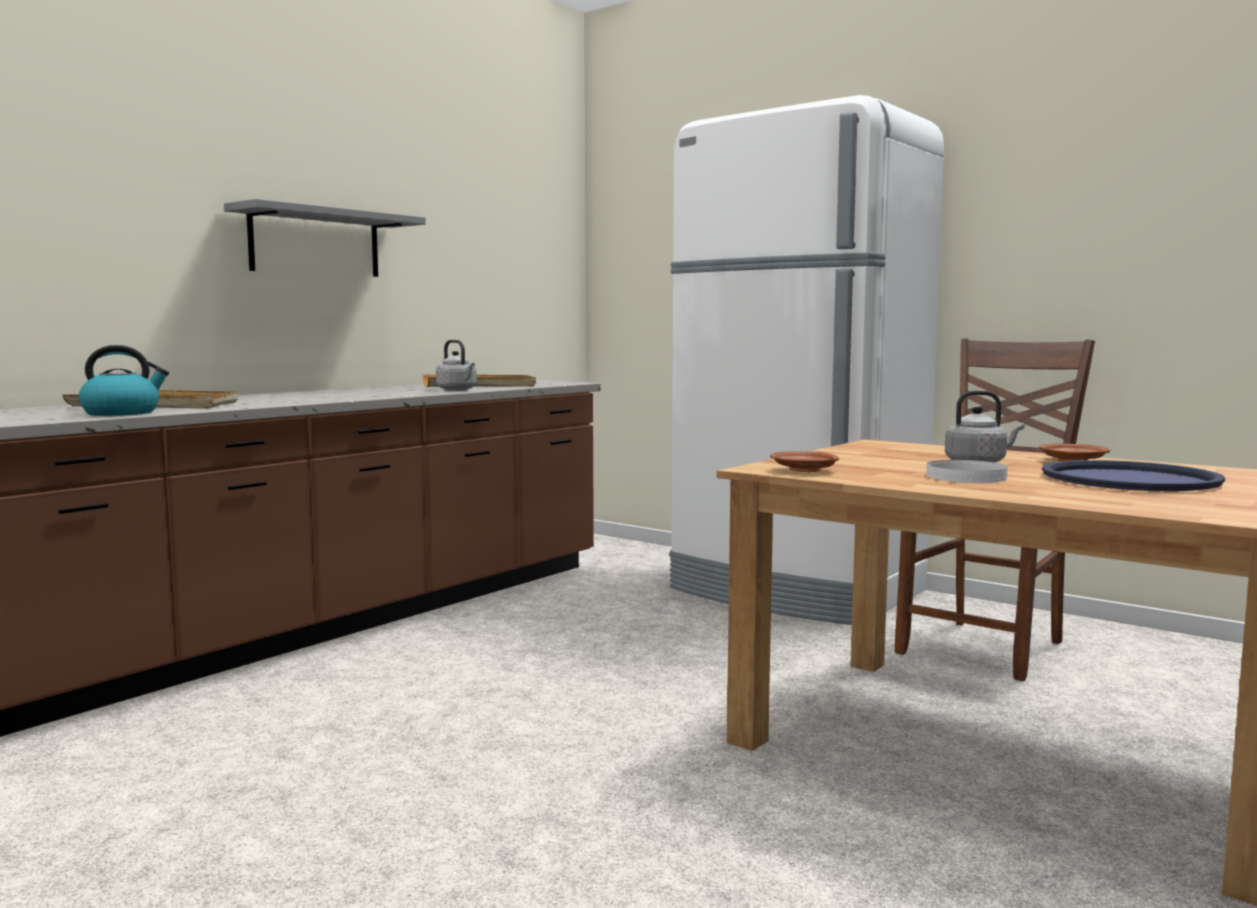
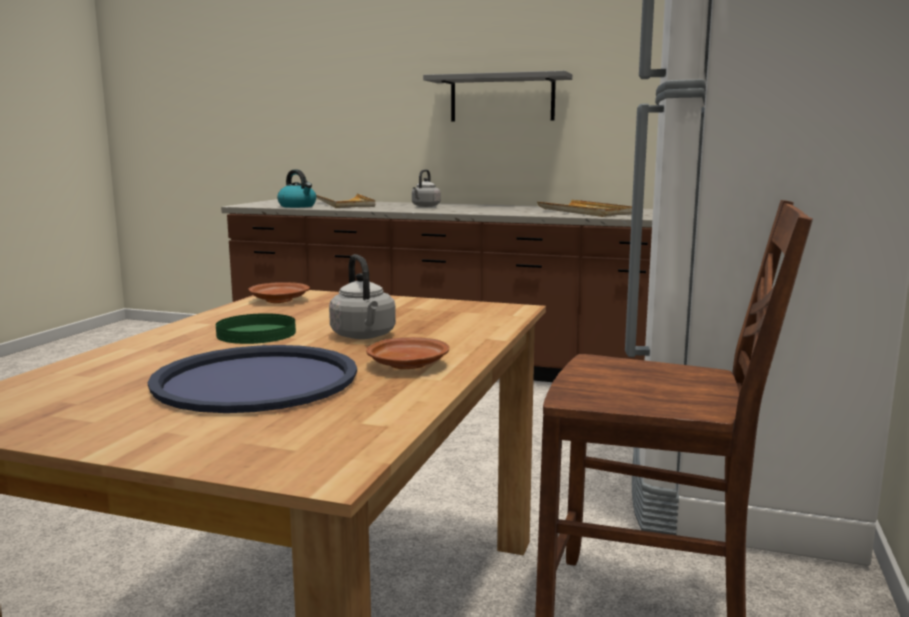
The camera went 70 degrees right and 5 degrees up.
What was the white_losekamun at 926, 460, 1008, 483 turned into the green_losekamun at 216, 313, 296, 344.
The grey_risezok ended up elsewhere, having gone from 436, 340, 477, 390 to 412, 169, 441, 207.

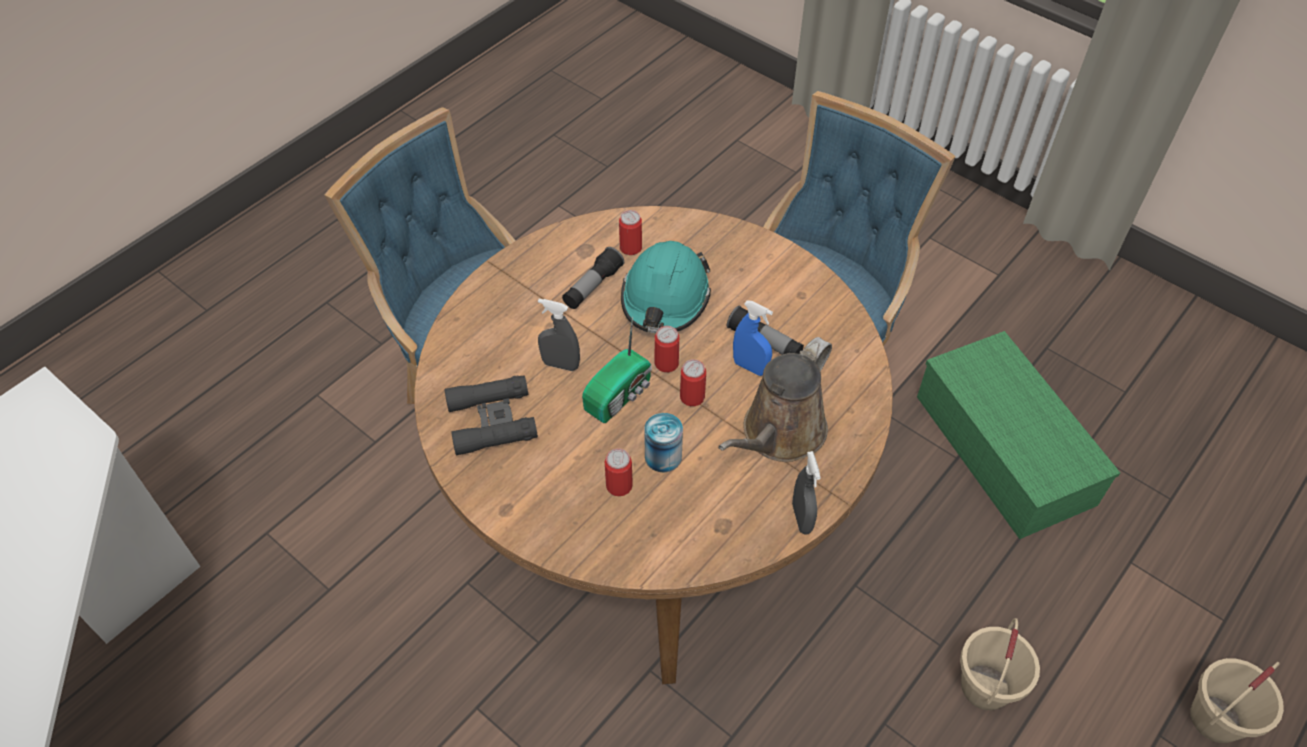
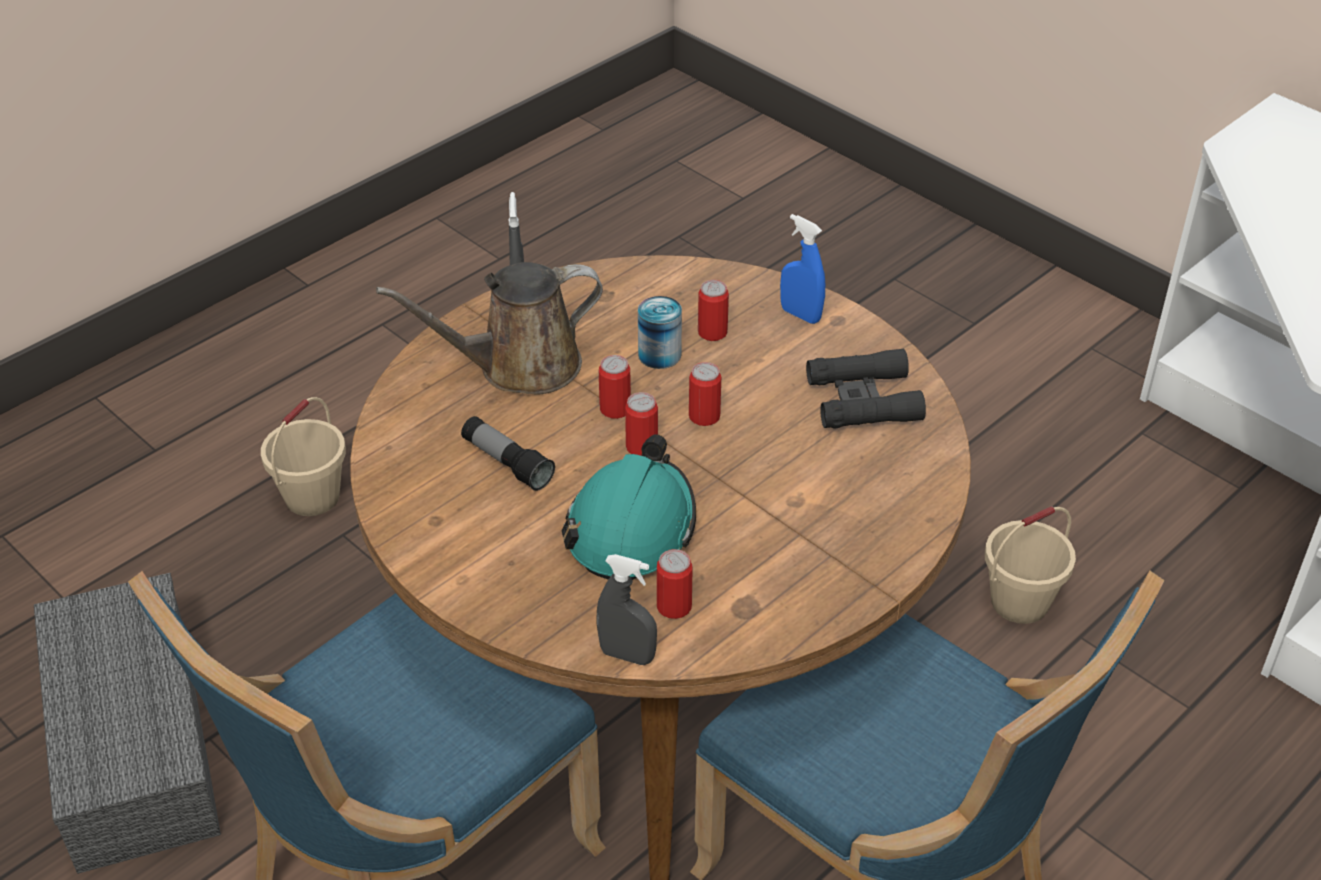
The camera went 175 degrees left and 10 degrees down.
What was the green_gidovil at 917, 331, 1120, 539 turned into the grey_gidovil at 34, 573, 221, 874.
The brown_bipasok at 718, 337, 832, 462 ended up facing another way, 150 degrees counterclockwise from before.
The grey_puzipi ended up elsewhere, having gone from 538, 299, 580, 371 to 596, 554, 657, 665.
Where the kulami stood at 582, 316, 652, 423, the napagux came to stand at 689, 362, 721, 426.
The blue_puzipi ended up elsewhere, having gone from 733, 301, 773, 376 to 780, 214, 825, 324.
The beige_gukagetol ended up elsewhere, having gone from 1190, 658, 1284, 743 to 985, 506, 1076, 624.
The second view lost the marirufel at 562, 247, 624, 309.

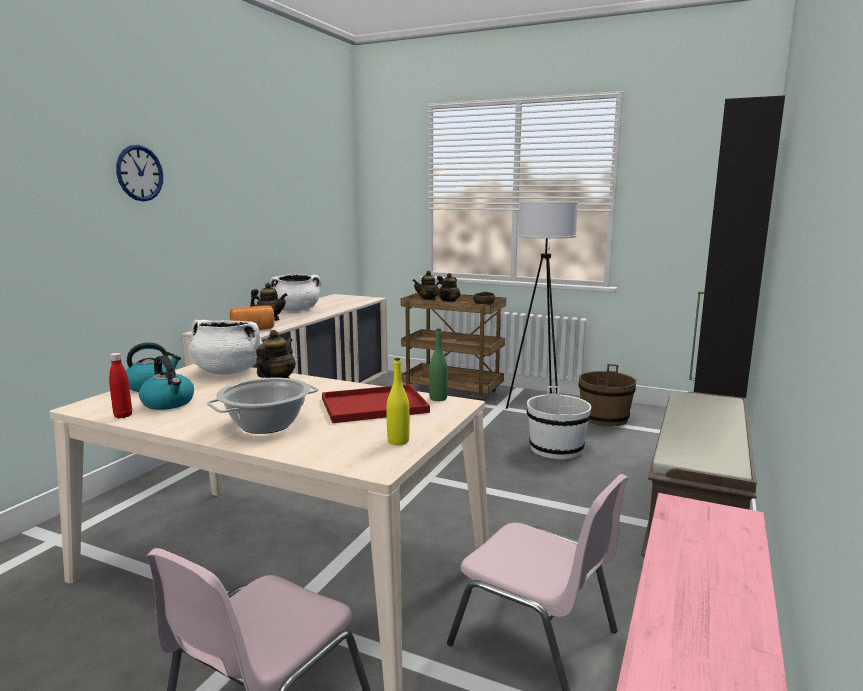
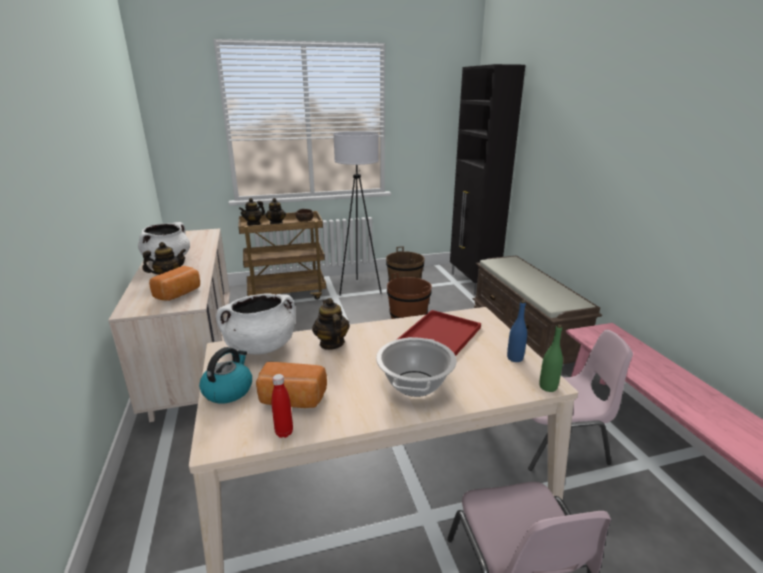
The camera went 40 degrees left and 10 degrees up.
Where the risezok stood at 139, 355, 194, 410, the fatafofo came to stand at 256, 362, 327, 408.
What was the white_gukagetol at 527, 386, 591, 459 turned into the brown_gukagetol at 387, 272, 432, 319.
What was the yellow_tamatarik at 386, 358, 410, 445 turned into the blue_tamatarik at 507, 300, 527, 362.
The green_tamatarik ended up elsewhere, having gone from 429, 329, 448, 401 to 539, 324, 563, 392.
The second view lost the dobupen at 116, 145, 163, 201.

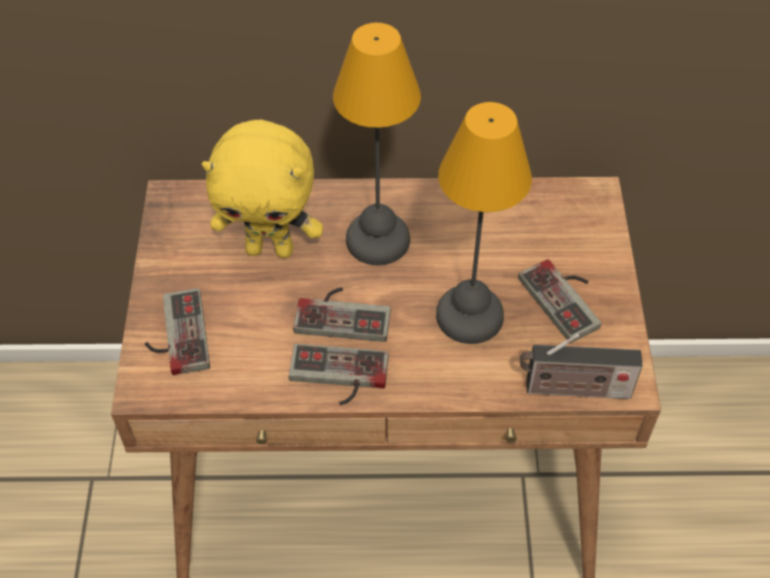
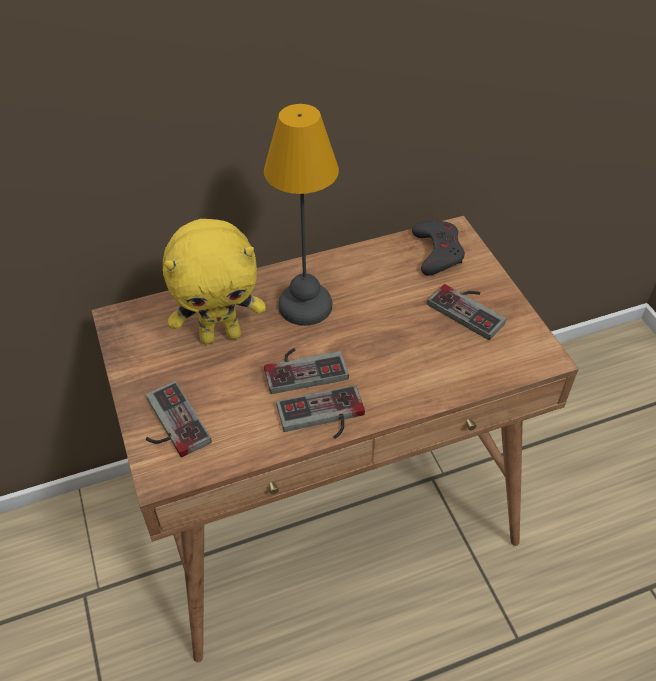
The camera went 20 degrees left and 5 degrees down.
The second view gained the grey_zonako at 412, 220, 465, 275.
The second view lost the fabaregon at 436, 102, 532, 344.
The second view lost the kulami at 520, 334, 642, 399.

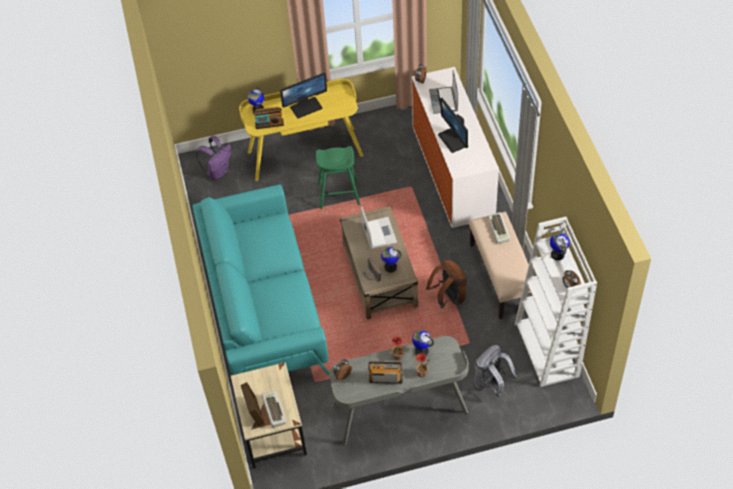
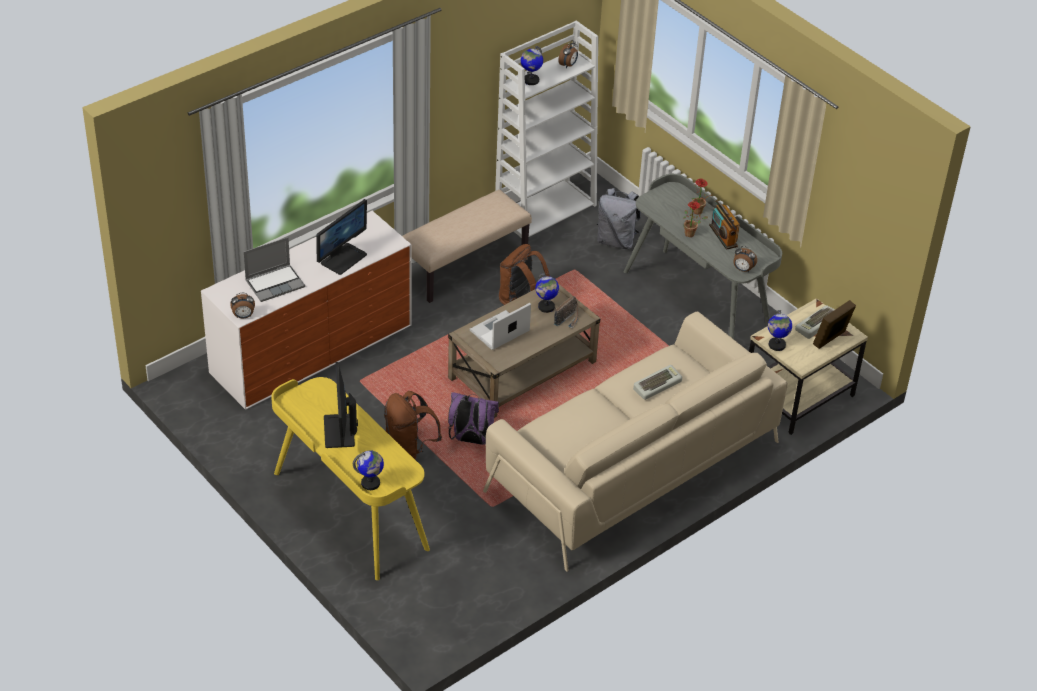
The camera went 120 degrees left and 10 degrees down.
The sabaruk at 280, 72, 327, 118 ended up facing another way, 135 degrees counterclockwise from before.
Where the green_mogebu stood at 316, 146, 360, 209, the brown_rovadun came to stand at 384, 391, 442, 460.
The purple_rovadun ended up elsewhere, having gone from 196, 136, 231, 180 to 448, 392, 499, 445.
What was the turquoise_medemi at 193, 184, 330, 376 turned into the beige_medemi at 483, 312, 788, 572.
The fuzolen ended up elsewhere, having gone from 488, 212, 510, 244 to 633, 365, 682, 400.
The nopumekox ended up elsewhere, having gone from 412, 330, 434, 355 to 768, 310, 792, 351.
The second view lost the kulami at 253, 107, 284, 129.

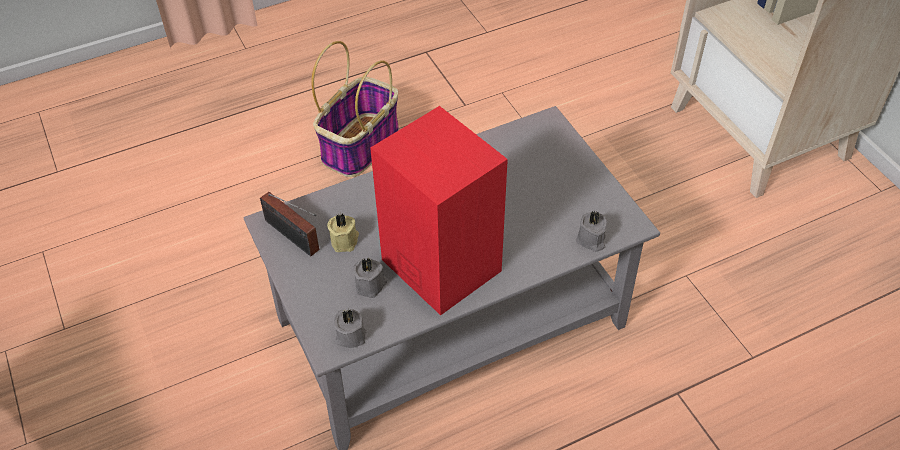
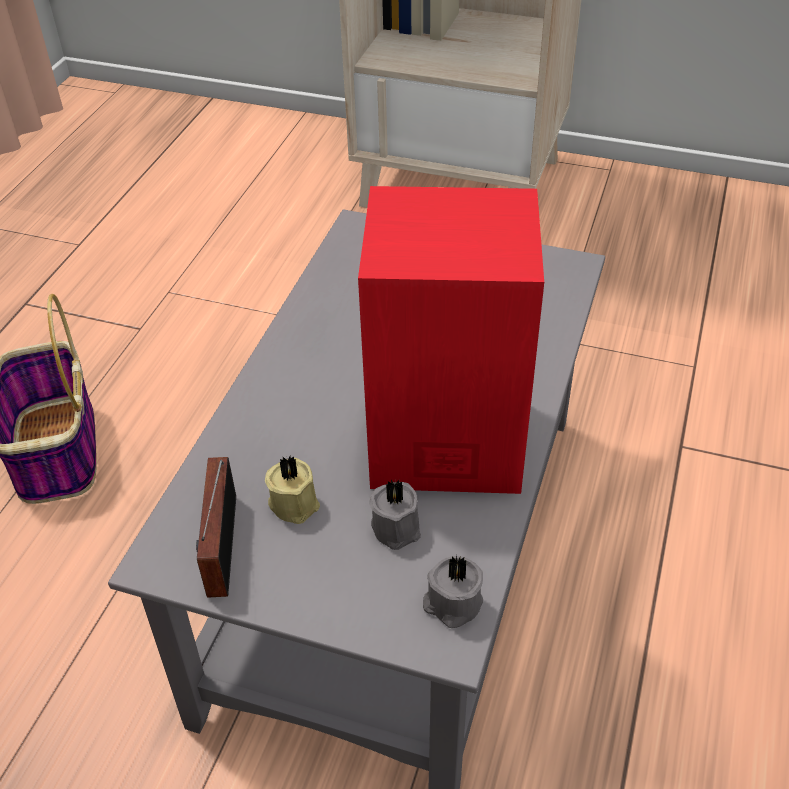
The camera went 45 degrees left and 5 degrees down.
The kulami at 260, 192, 319, 256 ended up facing another way, 90 degrees clockwise from before.
The second view lost the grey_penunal at 576, 211, 608, 252.

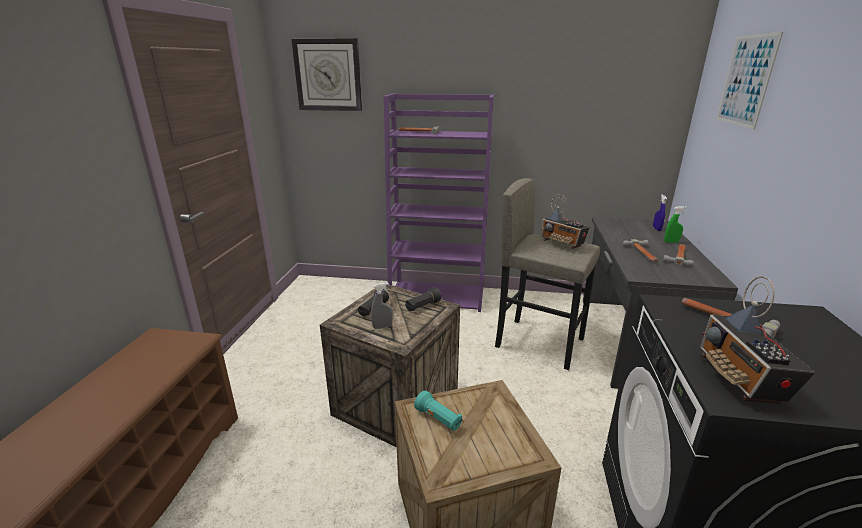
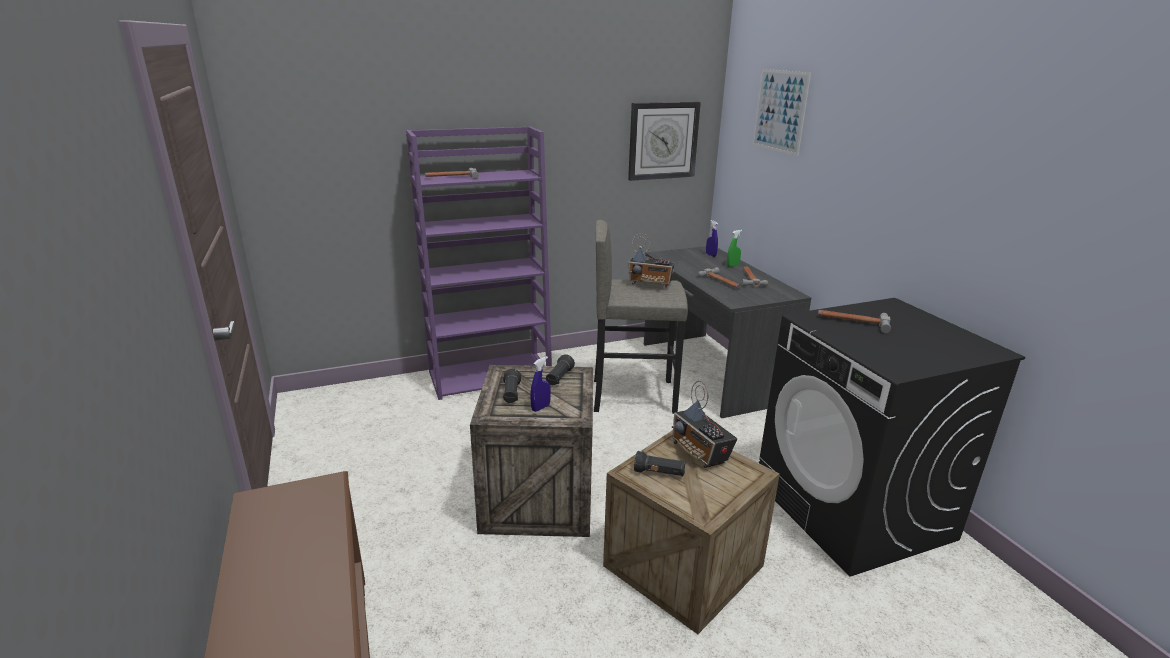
The camera went 30 degrees left and 0 degrees up.
What was the grey_puzipi at 371, 283, 393, 329 turned into the blue_puzipi at 530, 356, 551, 412.
The dobupen ended up elsewhere, having gone from 291, 38, 362, 111 to 628, 102, 701, 181.
What was the turquoise_marirufel at 414, 391, 462, 431 turned into the black_marirufel at 634, 451, 685, 477.
The kulami ended up elsewhere, having gone from 700, 276, 815, 404 to 672, 381, 737, 468.

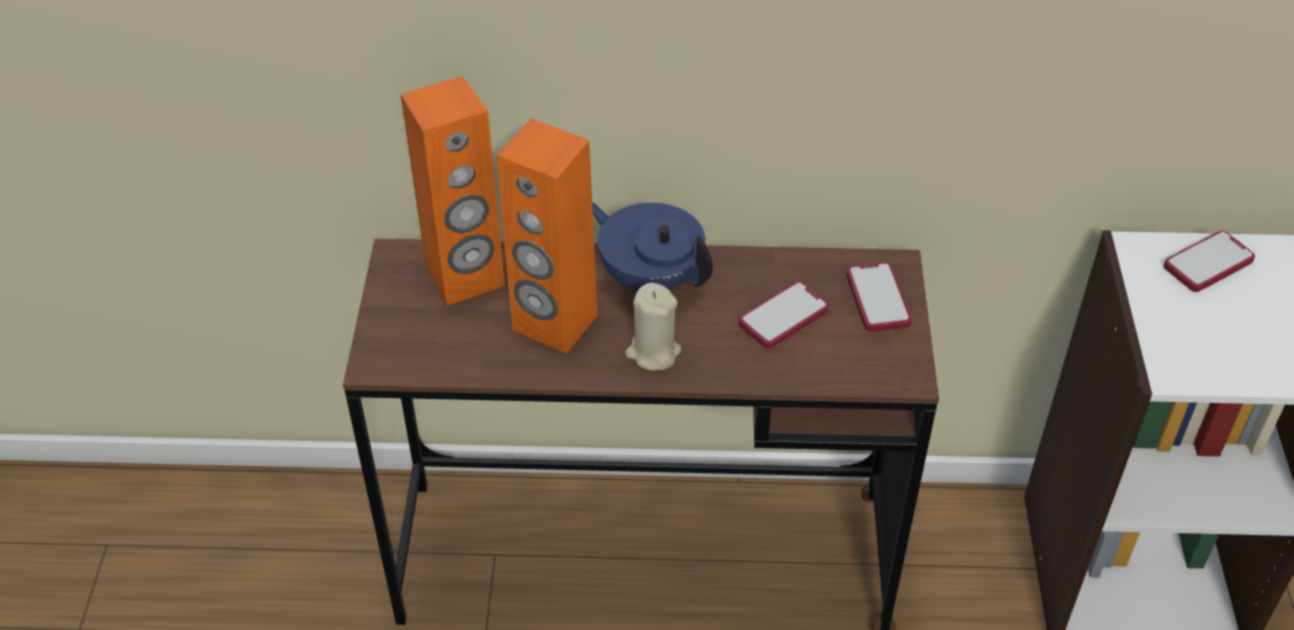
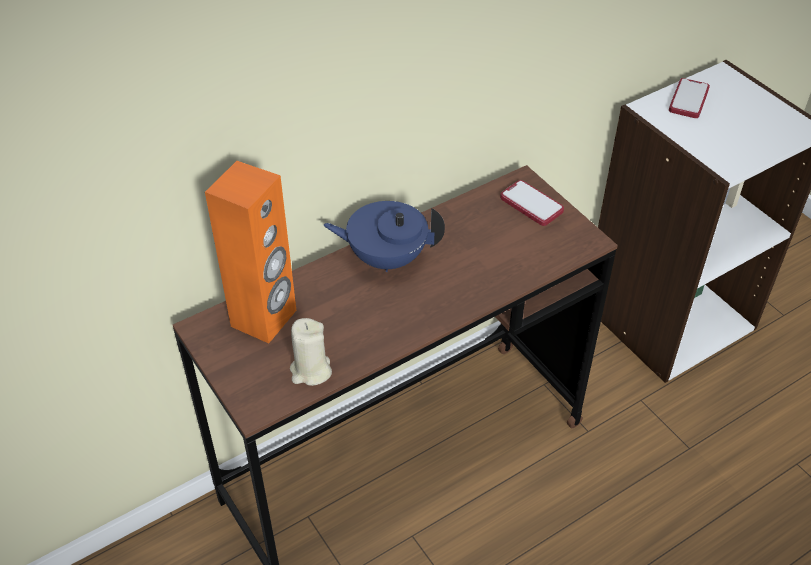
The camera went 35 degrees left and 0 degrees up.
The beige_penunal ended up elsewhere, having gone from 625, 283, 681, 371 to 290, 318, 332, 386.
The second view lost the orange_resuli at 496, 118, 597, 353.
The second view lost the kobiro at 739, 281, 829, 349.

